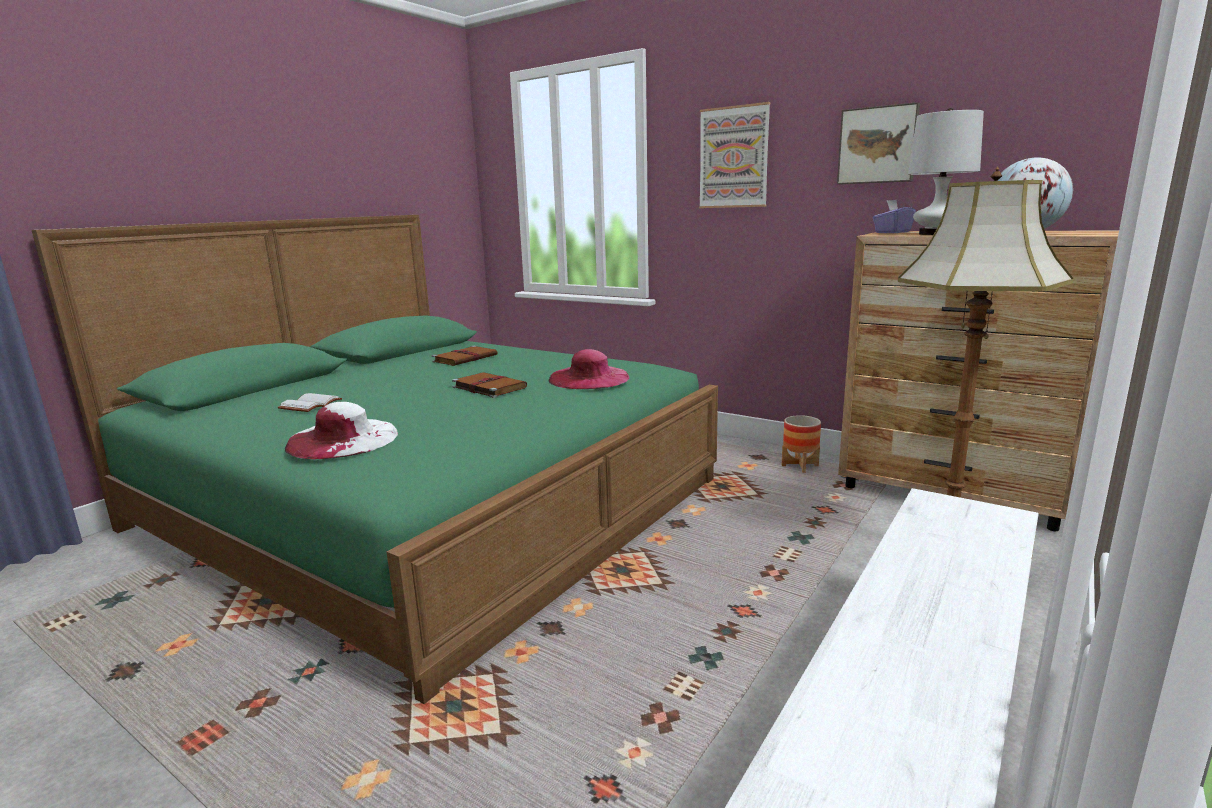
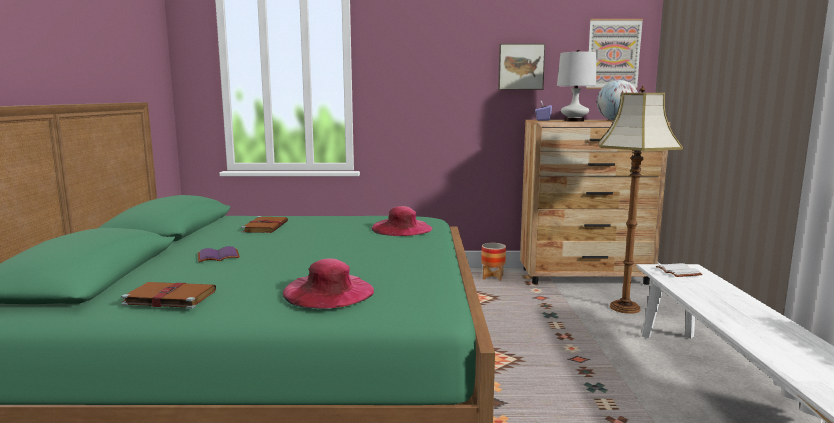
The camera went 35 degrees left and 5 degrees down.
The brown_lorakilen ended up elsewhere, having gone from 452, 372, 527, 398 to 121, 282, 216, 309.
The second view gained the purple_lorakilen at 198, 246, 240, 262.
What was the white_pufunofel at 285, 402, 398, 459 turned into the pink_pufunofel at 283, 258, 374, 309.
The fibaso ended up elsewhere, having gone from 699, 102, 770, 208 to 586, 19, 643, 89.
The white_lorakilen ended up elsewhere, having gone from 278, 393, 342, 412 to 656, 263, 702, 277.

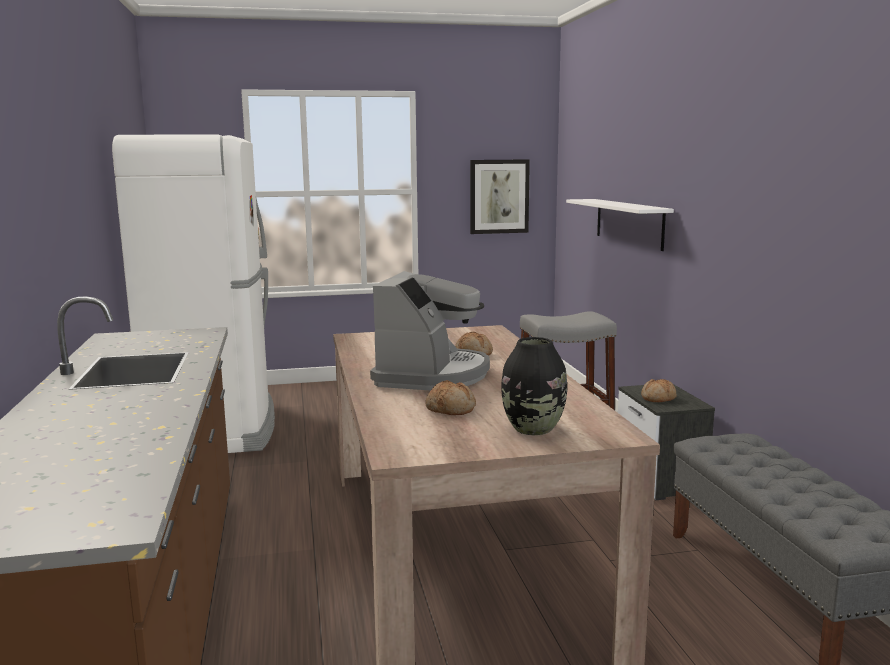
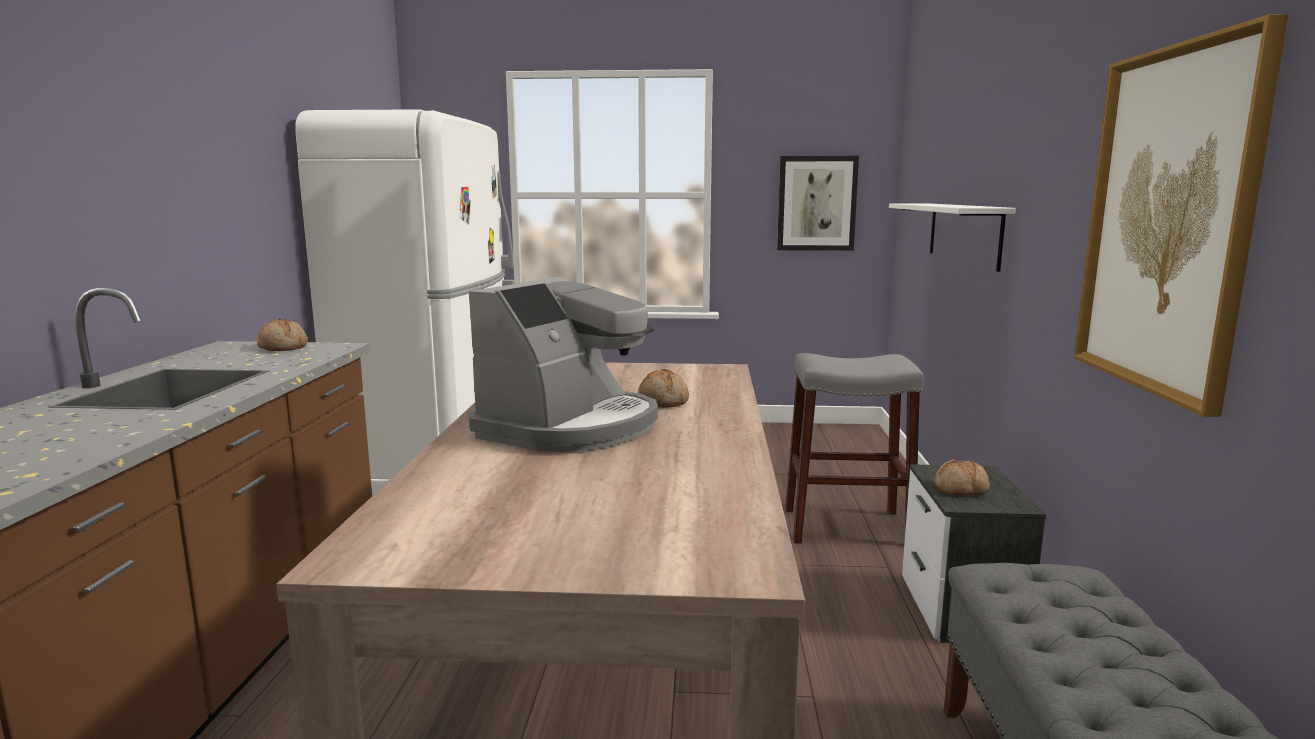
The camera went 15 degrees right and 0 degrees up.
The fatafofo ended up elsewhere, having gone from 426, 380, 476, 415 to 257, 319, 308, 351.
The second view gained the fibaso at 1074, 14, 1289, 417.
The second view lost the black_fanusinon at 501, 337, 567, 435.

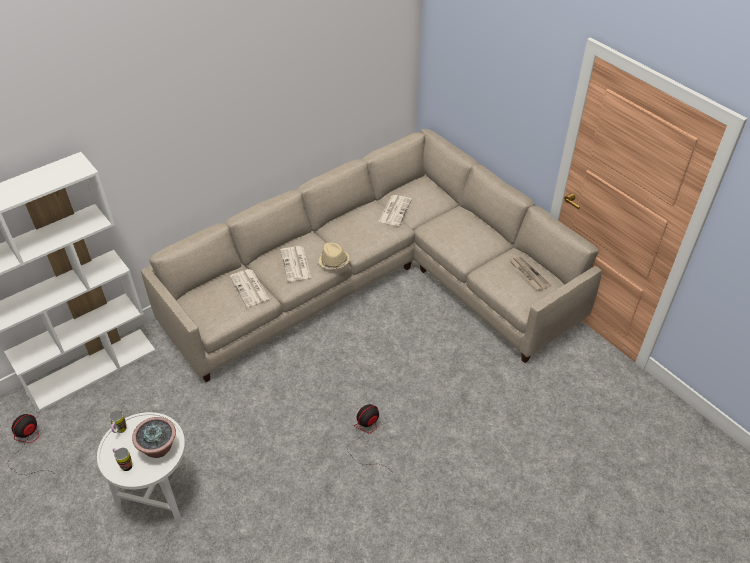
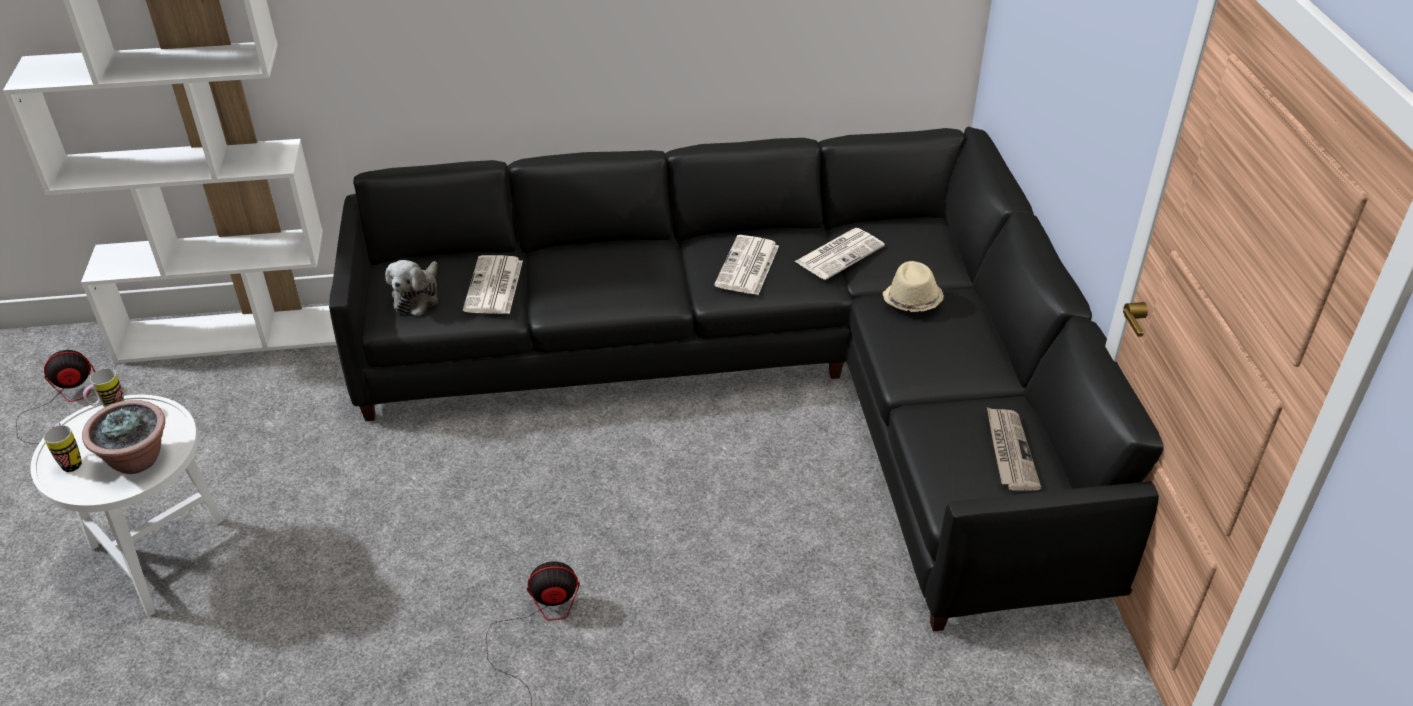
The camera went 30 degrees right and 5 degrees down.
What was the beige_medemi at 141, 129, 601, 382 turned into the black_medemi at 329, 127, 1164, 631.
The second view gained the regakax at 385, 260, 438, 316.
The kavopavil ended up elsewhere, having gone from 280, 246, 311, 281 to 714, 235, 779, 295.
The beige_pufunofel ended up elsewhere, having gone from 318, 243, 349, 269 to 882, 261, 944, 312.

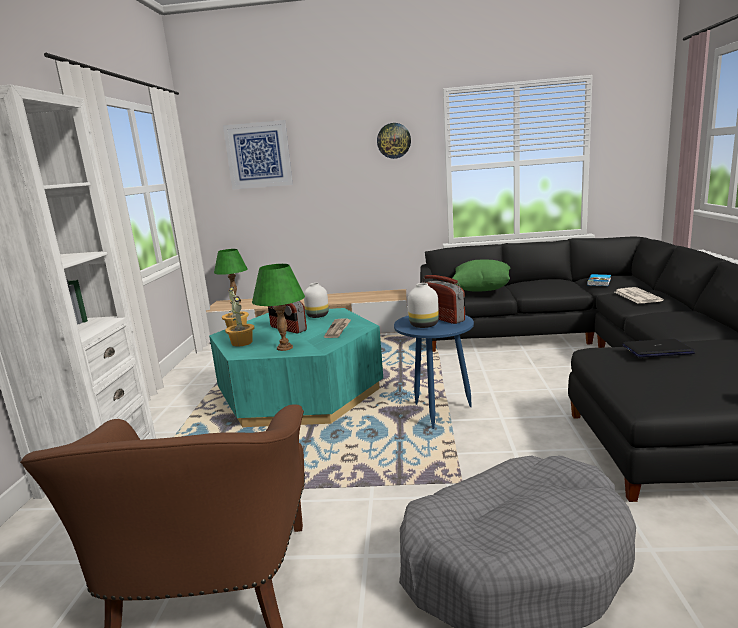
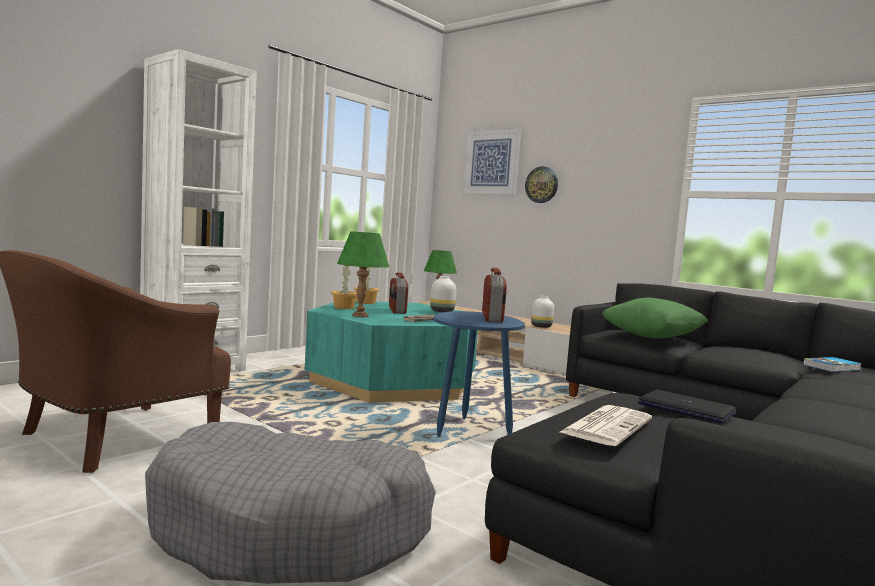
The camera went 35 degrees right and 10 degrees down.
The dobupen ended up elsewhere, having gone from 377, 123, 411, 159 to 525, 166, 558, 203.
The white_fanusinon ended up elsewhere, having gone from 408, 283, 439, 328 to 531, 296, 554, 328.
The kavopavil ended up elsewhere, having gone from 615, 287, 664, 304 to 558, 405, 652, 446.

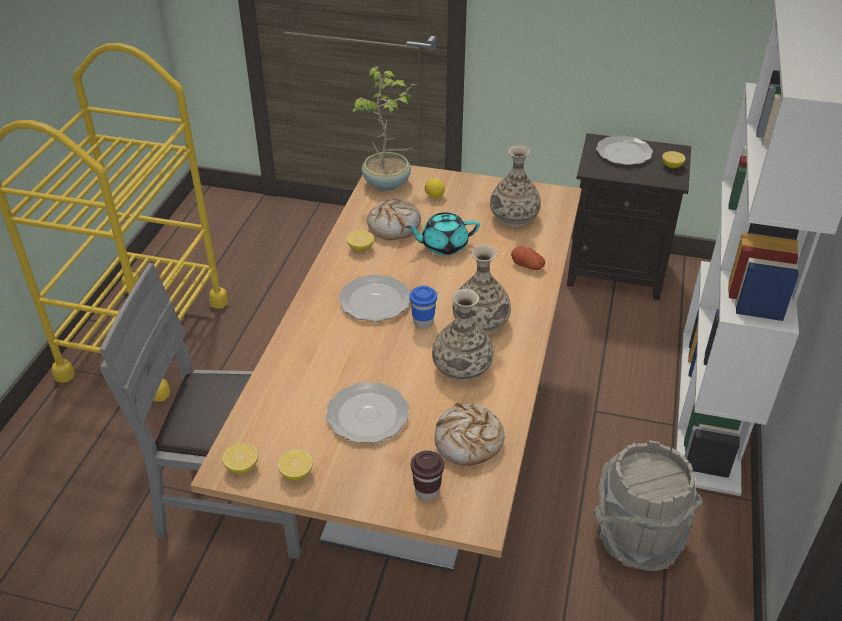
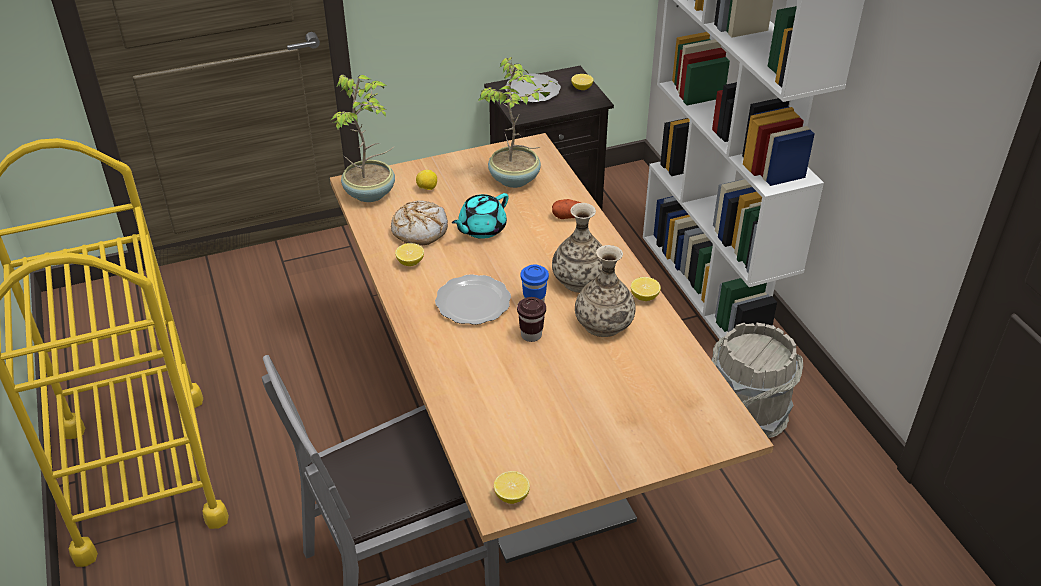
The camera went 35 degrees left and 0 degrees up.
Where the fanusinon stood at 490, 146, 541, 228, the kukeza came to stand at 478, 57, 556, 188.
The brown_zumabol ended up elsewhere, having gone from 411, 451, 444, 501 to 517, 297, 546, 342.
The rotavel ended up elsewhere, having gone from 278, 450, 313, 481 to 631, 277, 661, 301.
The second view lost the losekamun at 326, 382, 409, 443.
The second view lost the fatafofo at 435, 403, 505, 466.

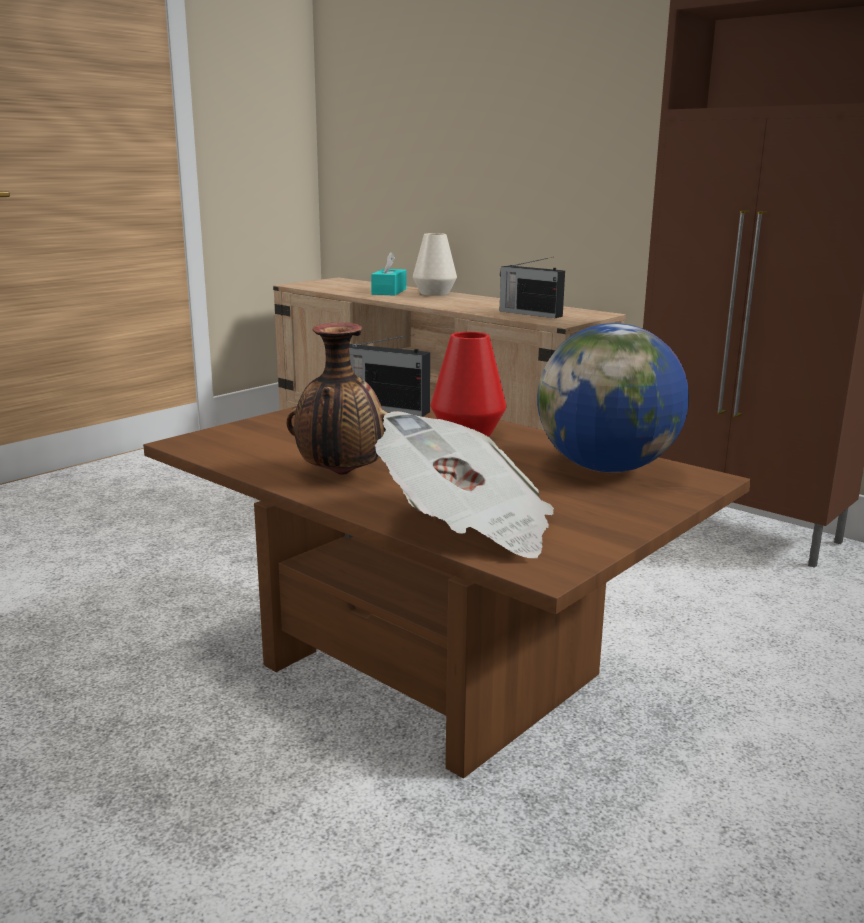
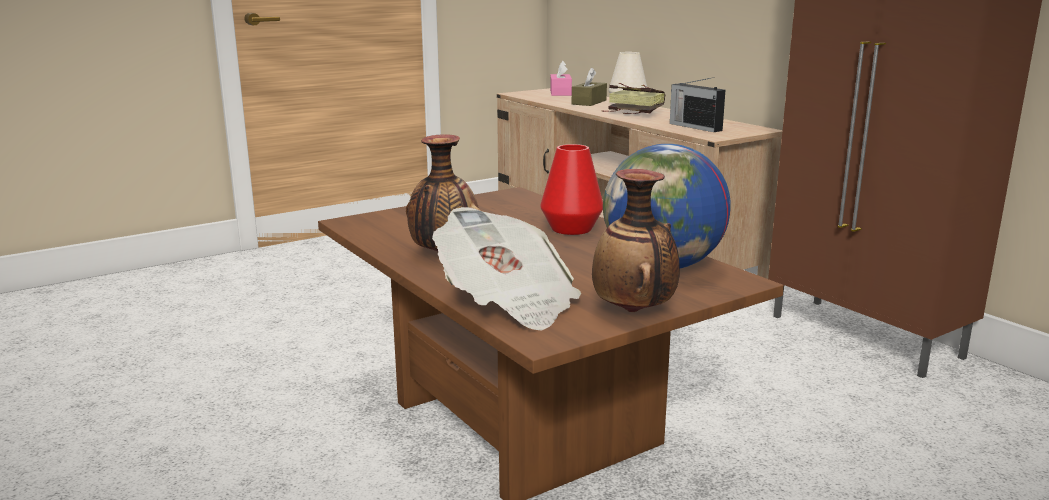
The camera went 15 degrees right and 0 degrees up.
The second view gained the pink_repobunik at 550, 60, 572, 96.
What was the turquoise_repobunik at 371, 252, 406, 296 turned into the brown_repobunik at 572, 67, 607, 106.
The second view gained the fanusinon at 592, 169, 680, 312.
The second view gained the lorakilen at 601, 83, 665, 114.
The second view lost the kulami at 349, 334, 430, 417.

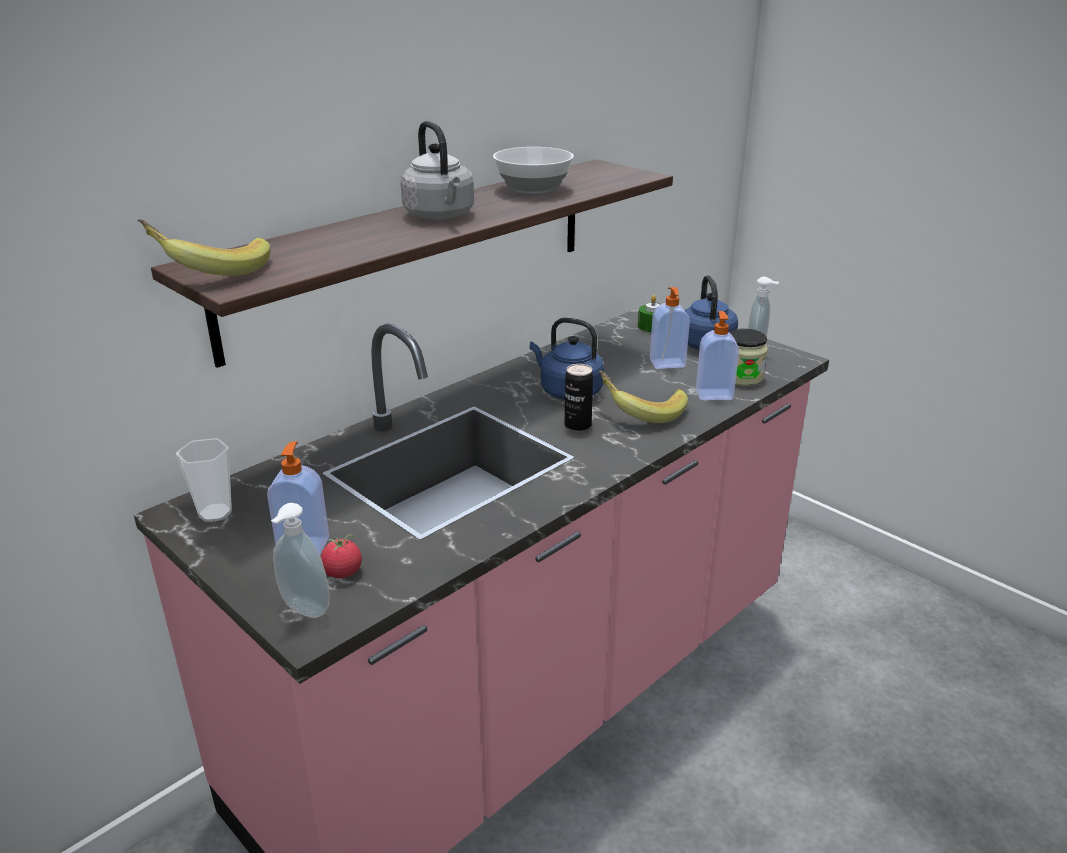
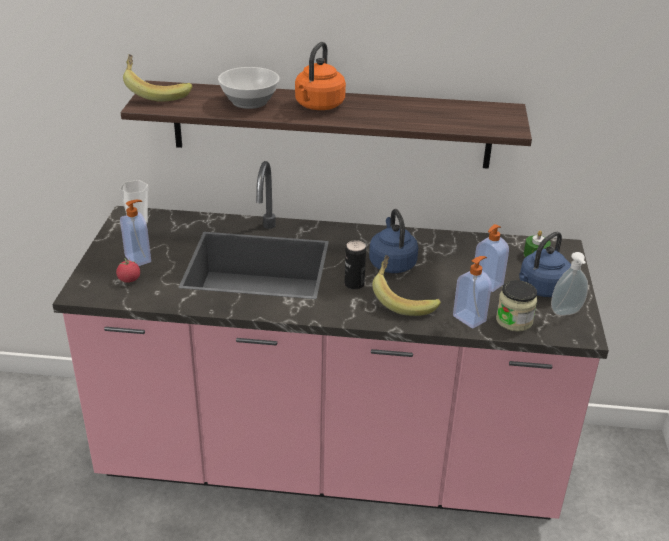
The camera went 50 degrees right and 5 degrees up.
The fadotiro ended up elsewhere, having gone from 493, 147, 574, 195 to 218, 67, 280, 109.
What was the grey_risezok at 401, 121, 474, 219 turned into the orange_risezok at 295, 42, 346, 110.
The second view lost the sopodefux at 271, 503, 330, 618.

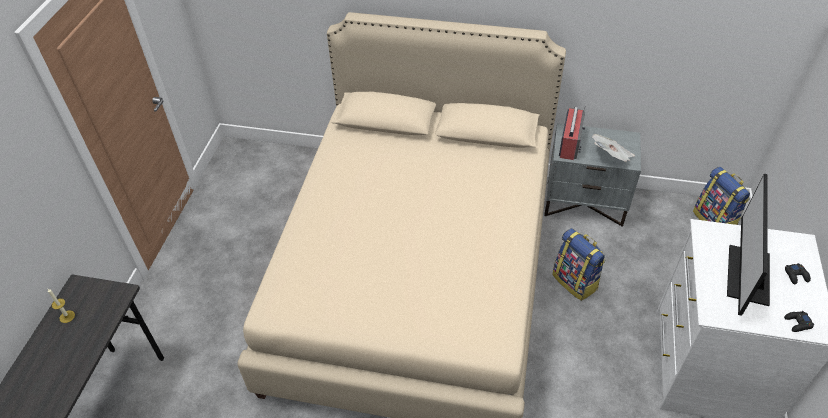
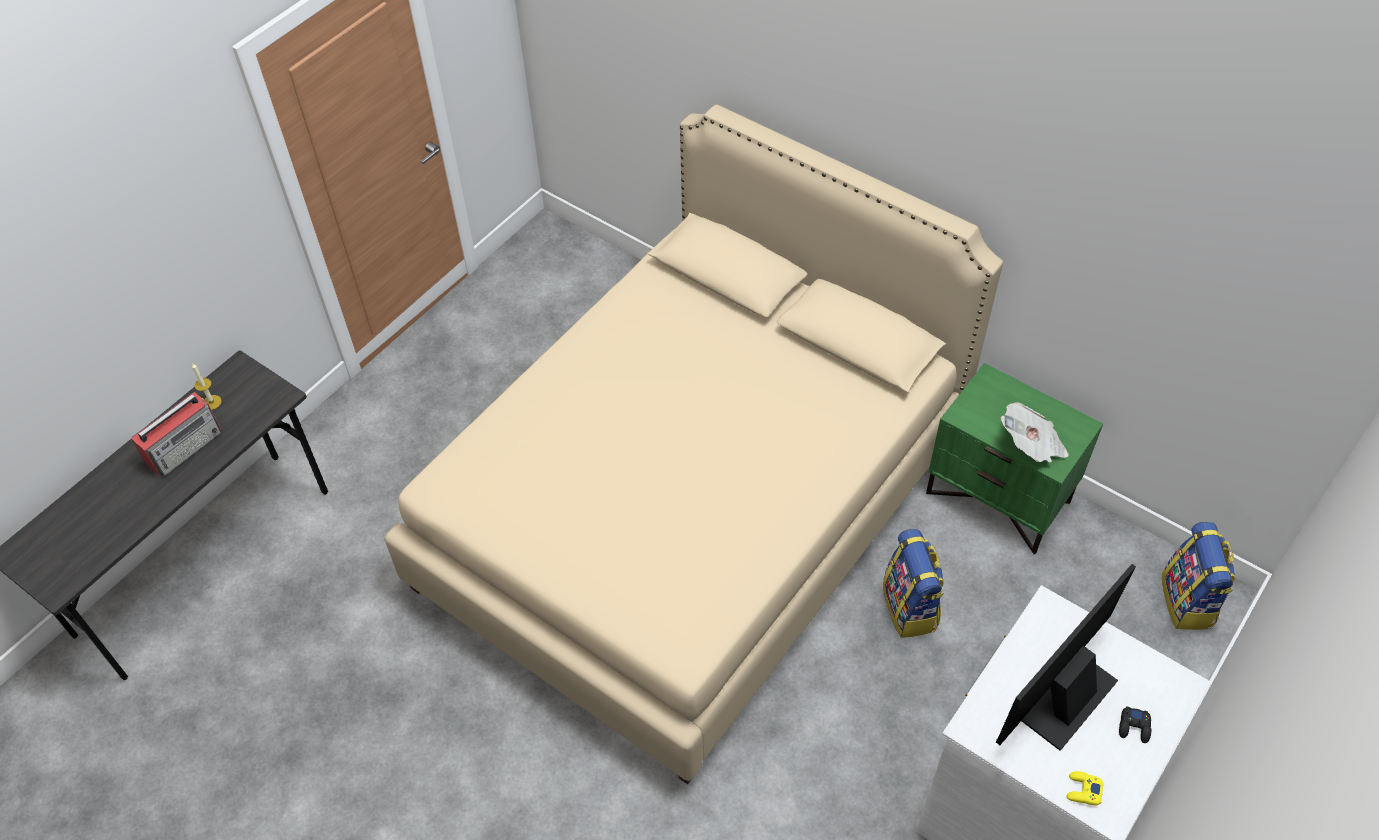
The camera went 25 degrees right and 5 degrees up.
The kulami ended up elsewhere, having gone from 559, 106, 585, 160 to 131, 392, 221, 477.
What was the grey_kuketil at 544, 123, 641, 227 turned into the green_kuketil at 926, 363, 1103, 554.
What was the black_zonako at 784, 311, 814, 332 turned into the yellow_zonako at 1066, 771, 1104, 806.

